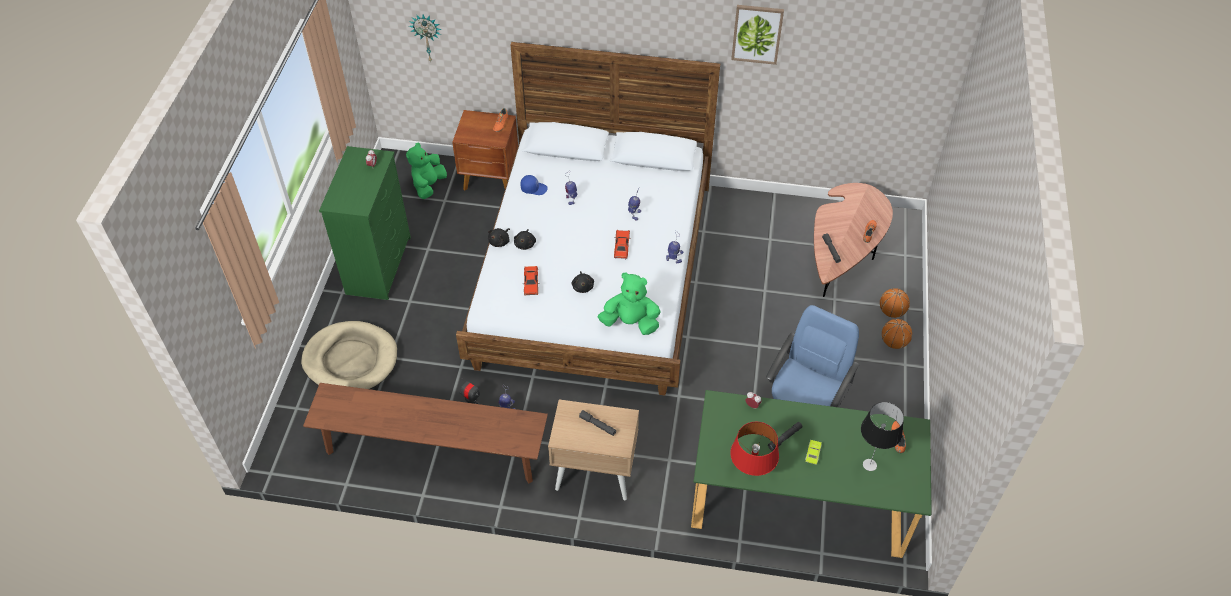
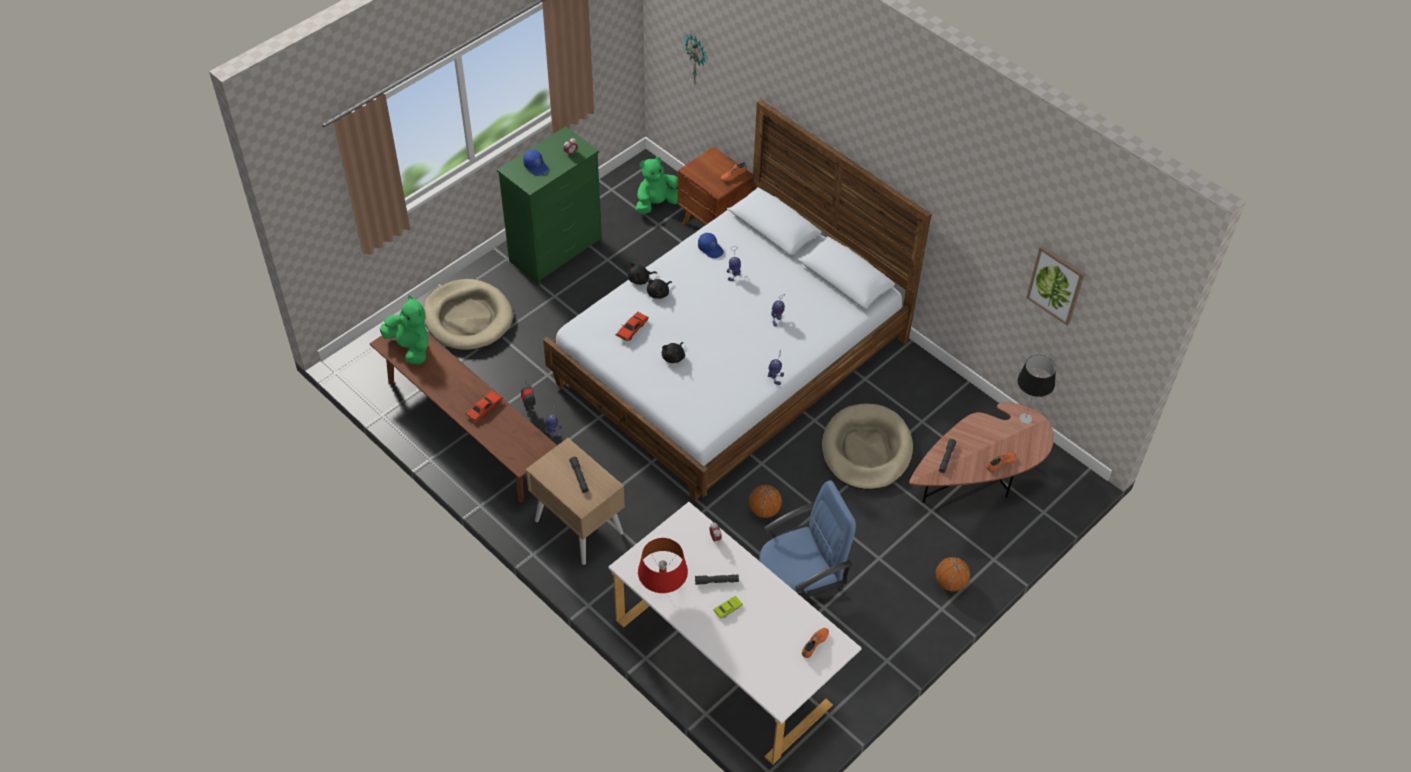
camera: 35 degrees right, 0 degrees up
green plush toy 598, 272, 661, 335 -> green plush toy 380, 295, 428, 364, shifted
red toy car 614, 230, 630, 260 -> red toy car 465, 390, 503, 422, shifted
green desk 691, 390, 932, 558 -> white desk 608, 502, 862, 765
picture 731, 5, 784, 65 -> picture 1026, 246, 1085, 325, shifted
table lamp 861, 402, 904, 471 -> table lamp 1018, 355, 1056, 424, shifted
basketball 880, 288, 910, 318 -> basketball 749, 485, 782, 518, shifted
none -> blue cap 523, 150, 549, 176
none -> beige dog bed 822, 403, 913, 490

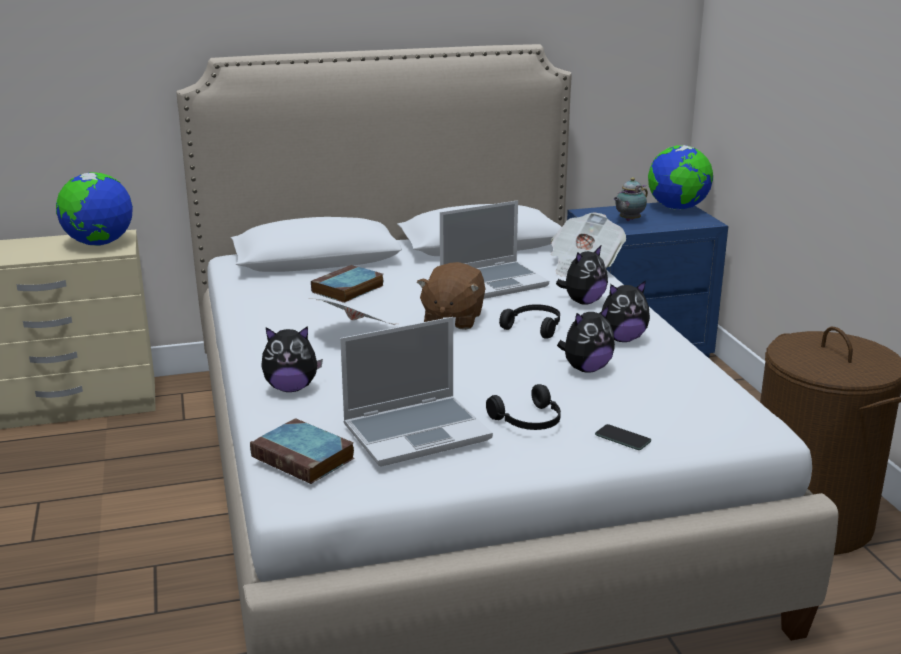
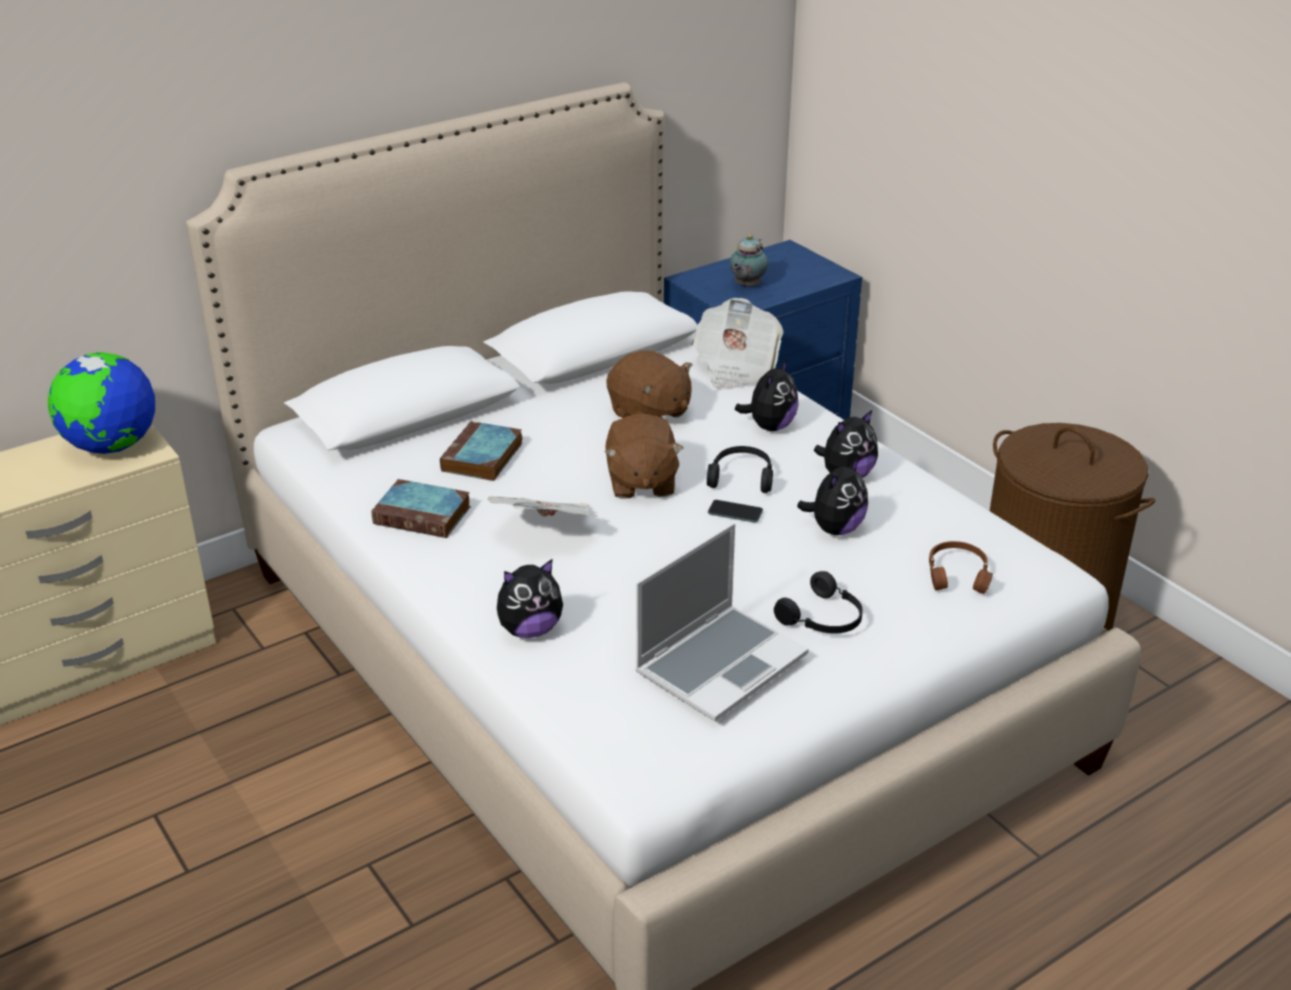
camera: 20 degrees left, 10 degrees up
book 250, 418, 355, 484 -> book 371, 479, 471, 538, shifted
laptop 440, 200, 549, 299 -> brown plush toy 606, 351, 692, 418
phone 595, 424, 651, 450 -> phone 708, 500, 763, 523, shifted
globe 648, 145, 713, 210 -> none
none -> brown headphones 929, 541, 993, 594

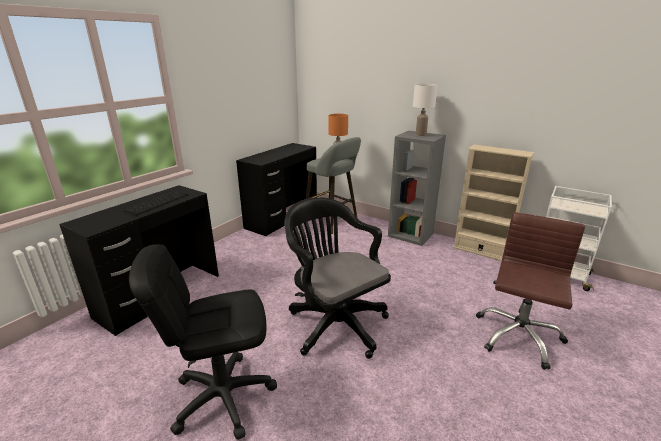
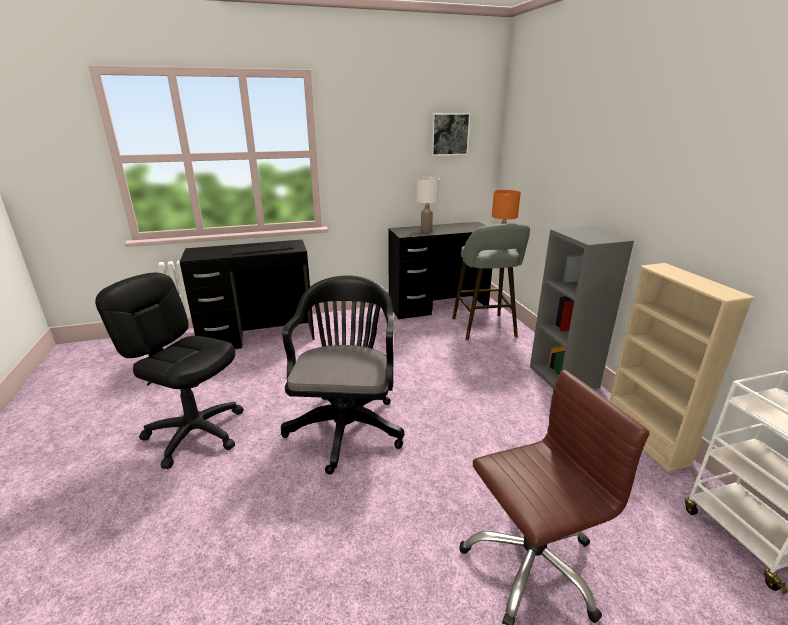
camera: 40 degrees right, 0 degrees up
white table lamp 413, 84, 438, 136 -> white table lamp 416, 177, 440, 232, shifted
none -> picture 430, 113, 471, 156

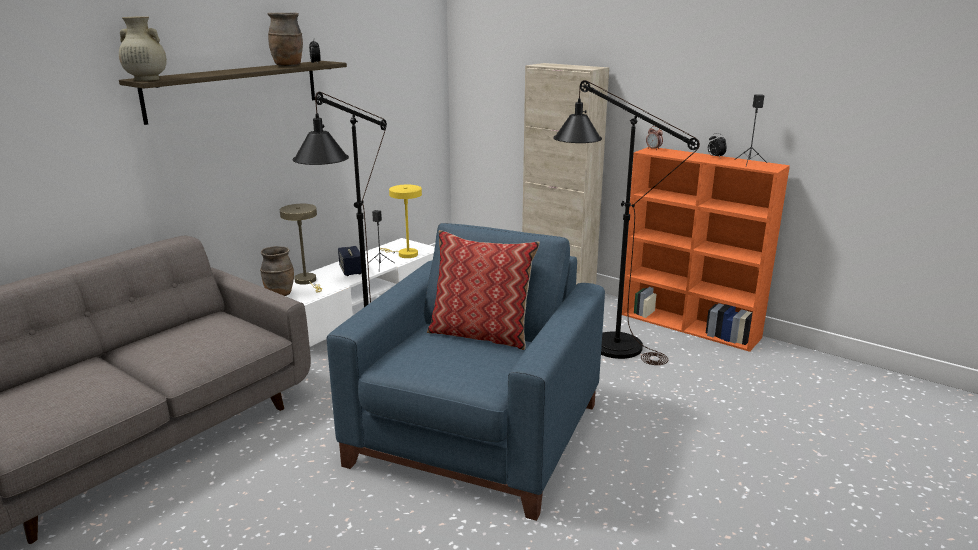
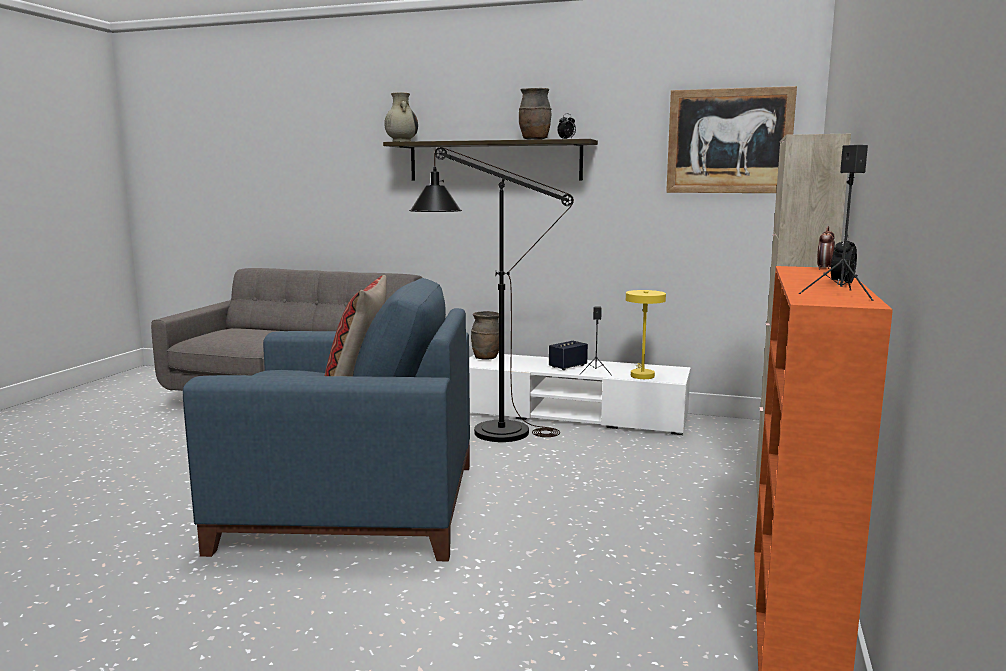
camera: 70 degrees right, 10 degrees down
beige table lamp 280, 204, 322, 292 -> none
black floor lamp 553, 80, 700, 365 -> none
none -> picture 666, 86, 797, 193

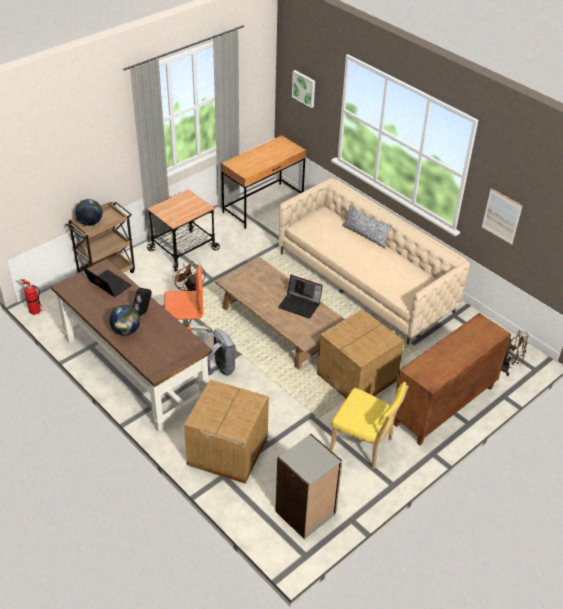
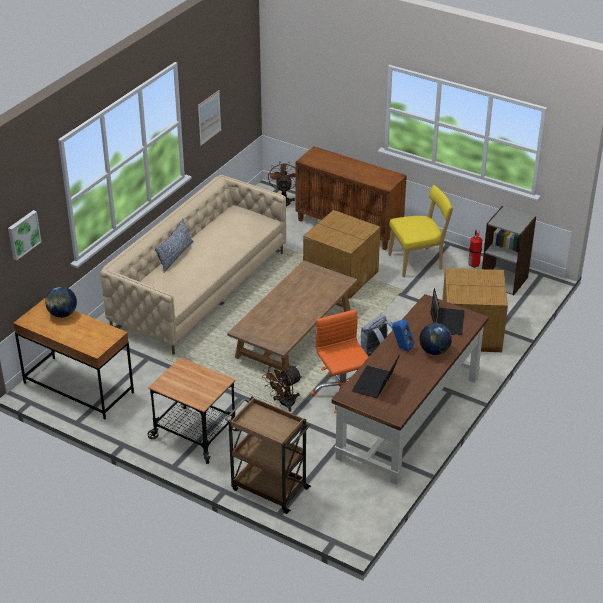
camera: 105 degrees left, 5 degrees down
fire extinguisher 20, 279, 45, 315 -> fire extinguisher 468, 230, 482, 268, shifted
globe 75, 199, 103, 226 -> globe 45, 287, 77, 318, shifted
black speaker 133, 288, 152, 316 -> blue speaker 392, 320, 414, 351
laptop 278, 275, 323, 319 -> laptop 431, 288, 464, 335, shifted
yellow chair 330, 382, 408, 469 -> yellow chair 388, 185, 453, 277, 60 degrees clockwise

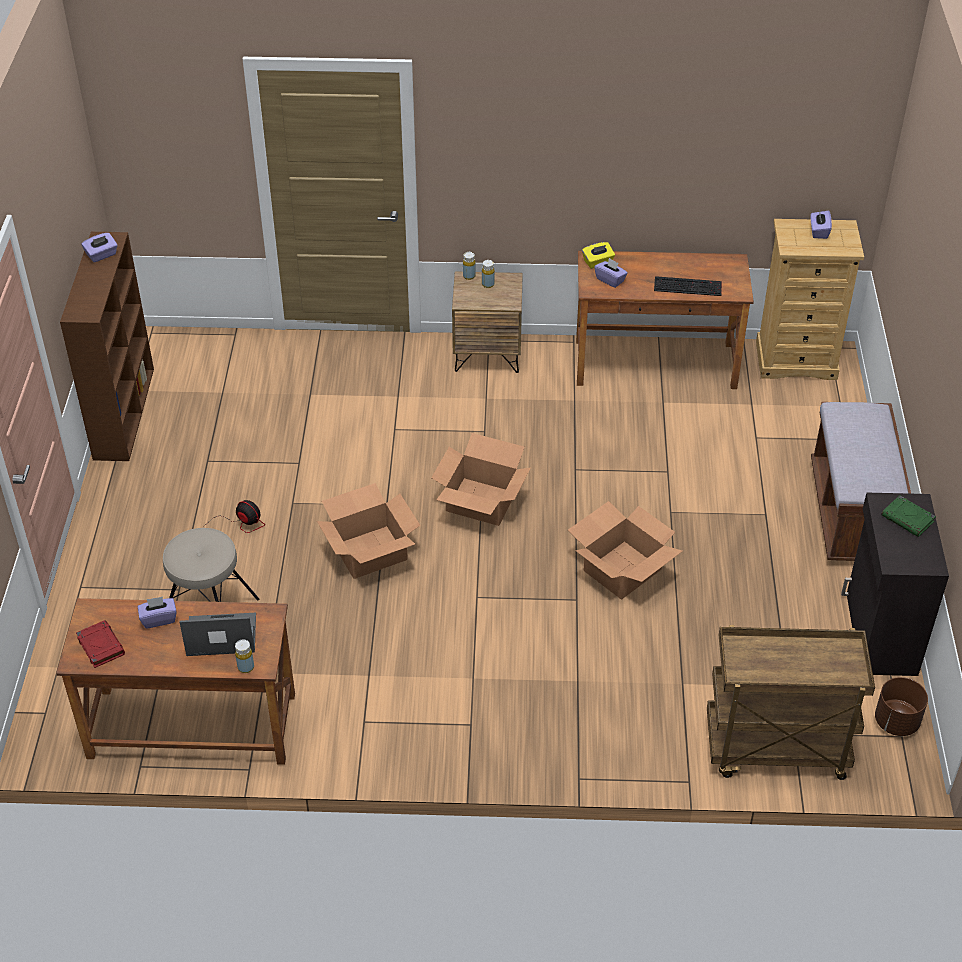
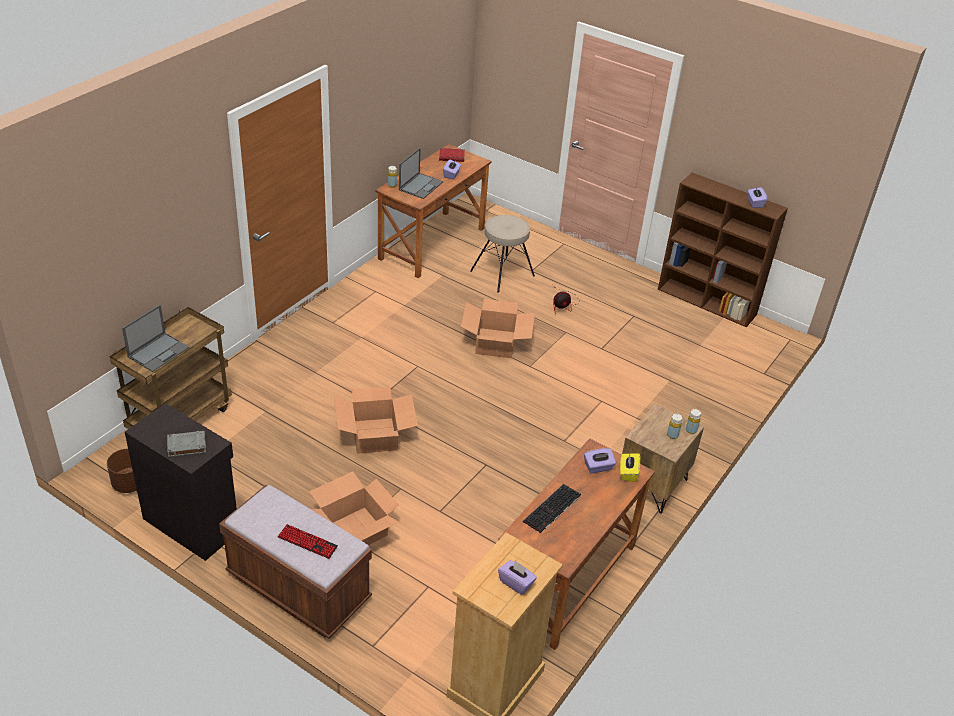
camera: 120 degrees right, 5 degrees down
cardboard box 431, 433, 531, 526 -> cardboard box 310, 472, 399, 545, shifted
green book 882, 495, 936, 537 -> grey book 167, 431, 206, 457
none -> laptop 122, 305, 189, 372
none -> keyboard 278, 524, 338, 559

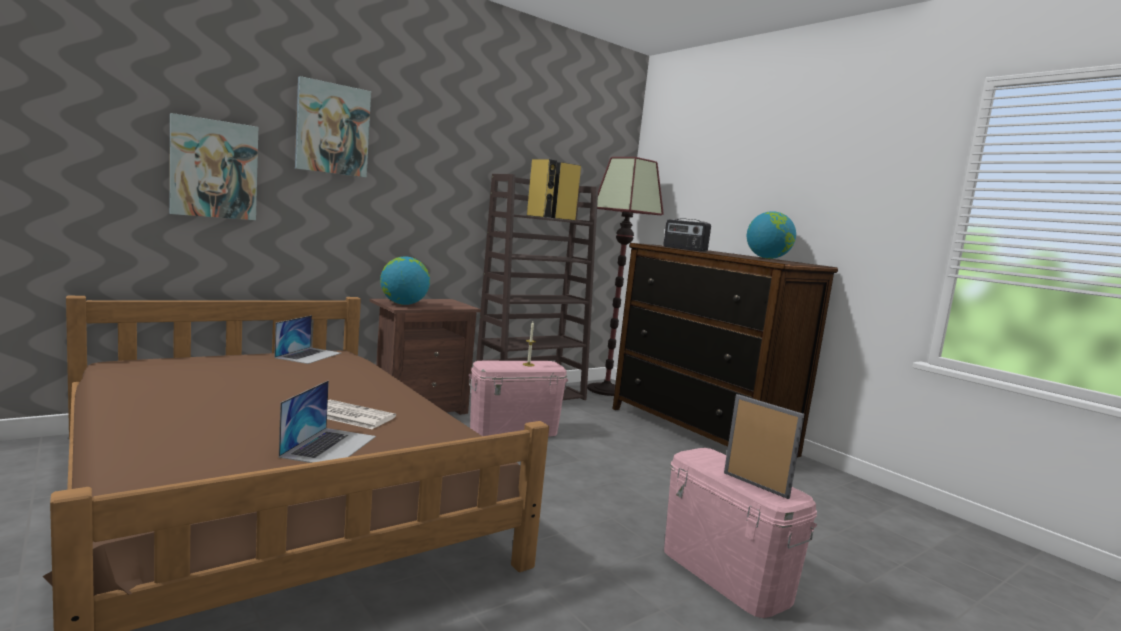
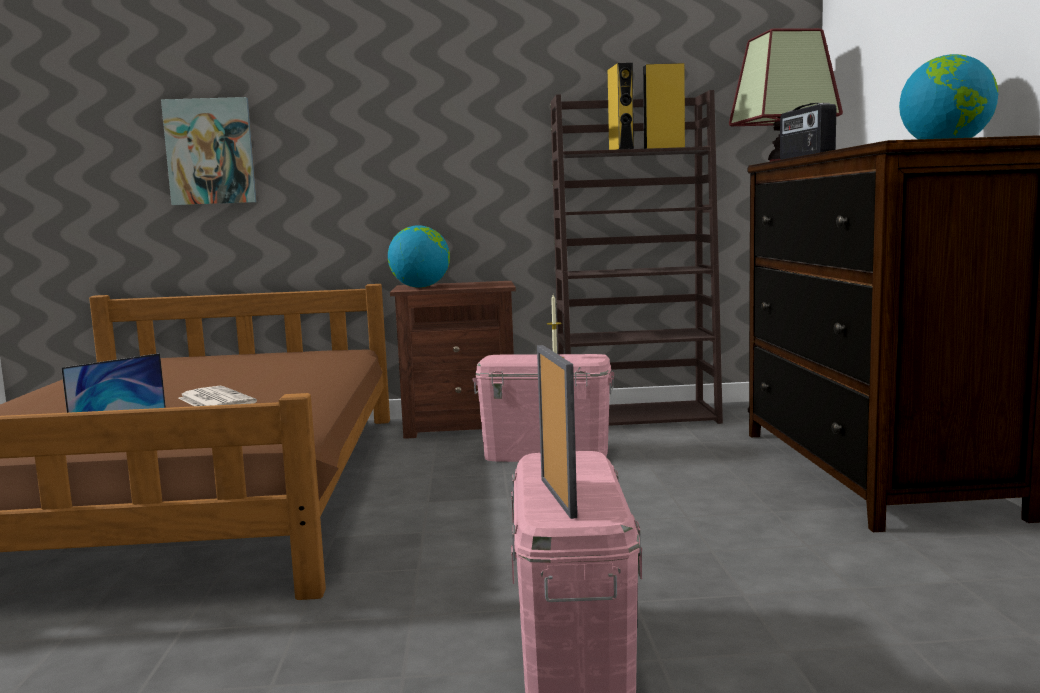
camera: 35 degrees right, 0 degrees up
laptop 274, 315, 341, 364 -> none
picture 295, 76, 371, 177 -> none

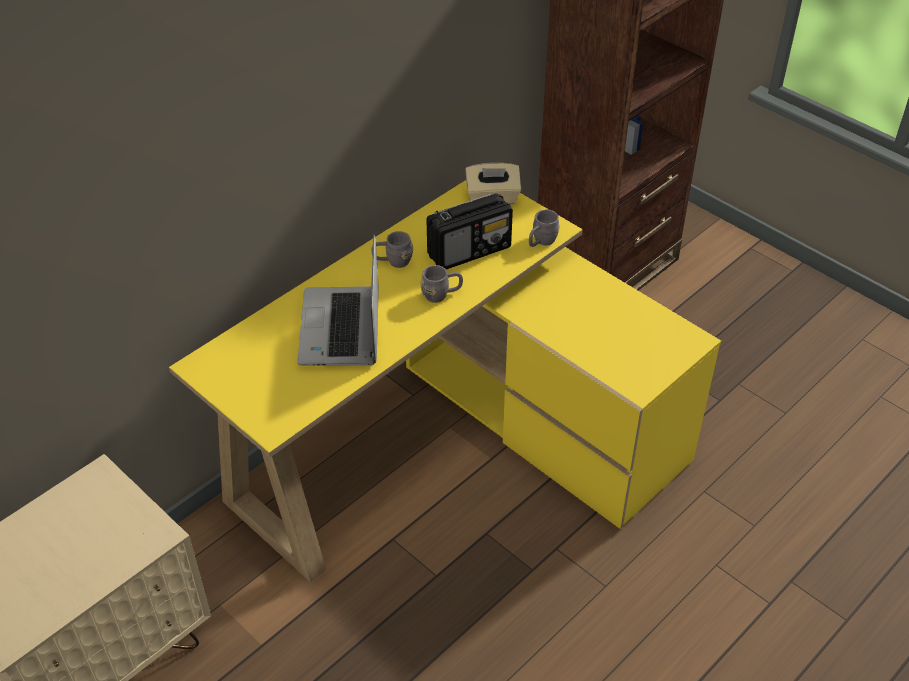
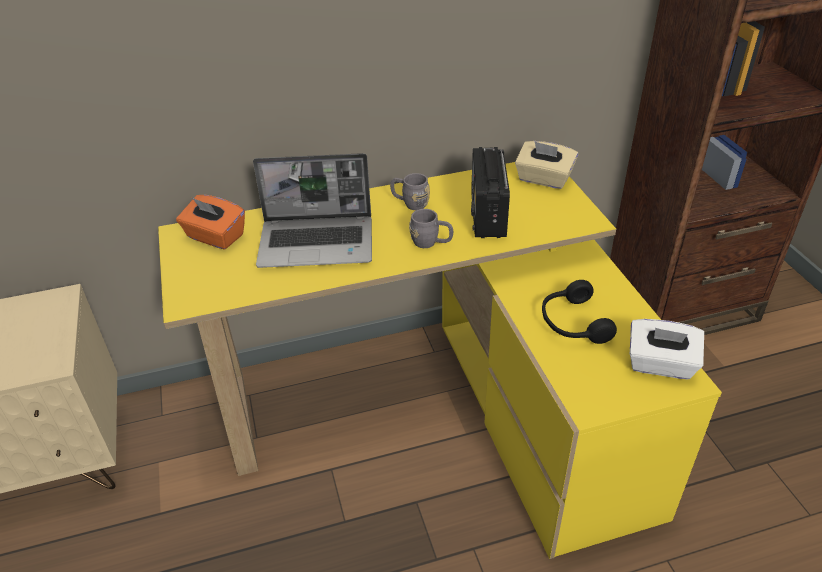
camera: 30 degrees right, 5 degrees down
laptop 297, 234, 379, 366 -> laptop 253, 153, 372, 268, 120 degrees counterclockwise
radio 426, 193, 513, 269 -> radio 471, 147, 510, 238, 90 degrees clockwise
grey mug 529, 210, 560, 247 -> none
none -> orange tissue box 176, 195, 245, 249
none -> black headphones 542, 280, 617, 344
none -> white tissue box 630, 319, 704, 380

